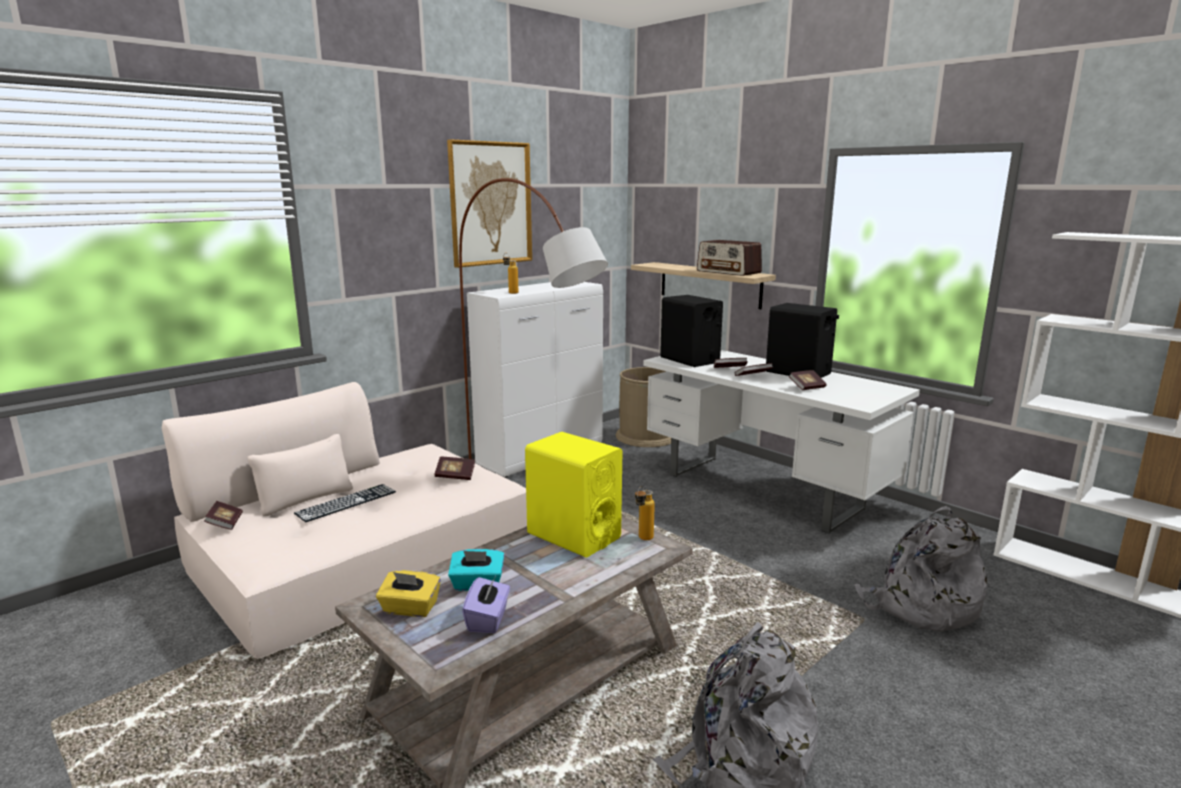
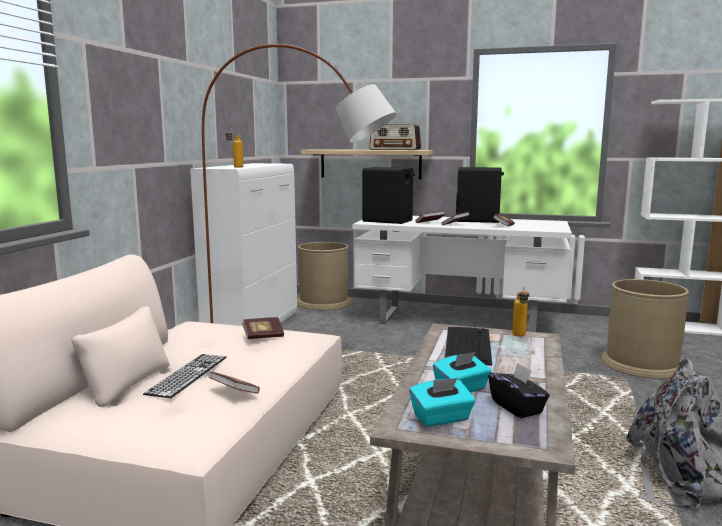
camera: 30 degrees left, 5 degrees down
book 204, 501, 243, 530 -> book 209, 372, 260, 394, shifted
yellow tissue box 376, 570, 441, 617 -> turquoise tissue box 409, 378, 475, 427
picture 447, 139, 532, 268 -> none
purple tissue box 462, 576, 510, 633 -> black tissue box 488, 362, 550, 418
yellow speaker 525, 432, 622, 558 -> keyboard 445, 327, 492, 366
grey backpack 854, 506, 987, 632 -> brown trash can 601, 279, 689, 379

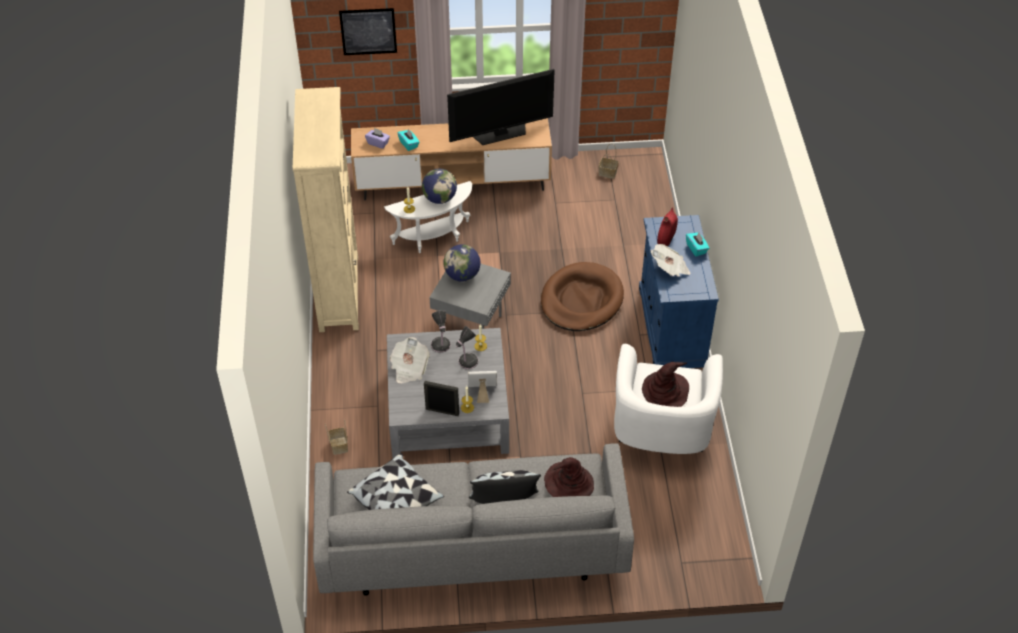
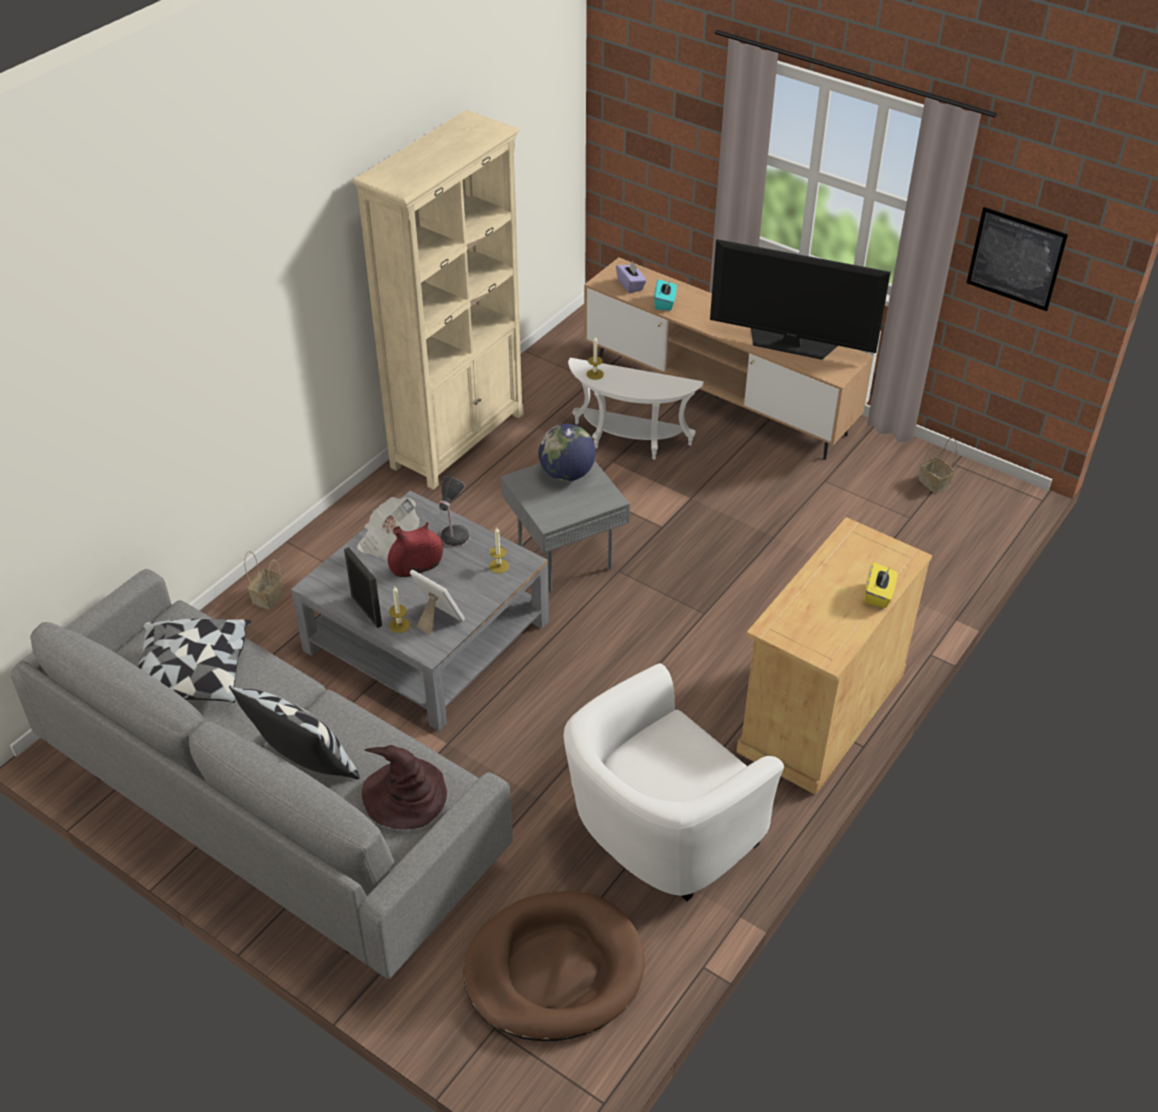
camera: 40 degrees right, 5 degrees down
picture 339, 8, 397, 55 -> picture 967, 207, 1068, 311, shifted
globe 422, 169, 457, 204 -> none
table lamp 456, 326, 478, 369 -> none
brown dog bed 541, 262, 624, 331 -> brown dog bed 463, 891, 645, 1042, shifted
blue cabinet 639, 215, 719, 368 -> beige cabinet 736, 517, 932, 795
brown hat 642, 362, 689, 407 -> none
newspaper 651, 244, 691, 276 -> none
red vase 657, 207, 678, 246 -> red vase 388, 522, 443, 577, shifted
turquoise tissue box 686, 232, 709, 256 -> yellow tissue box 865, 563, 897, 608

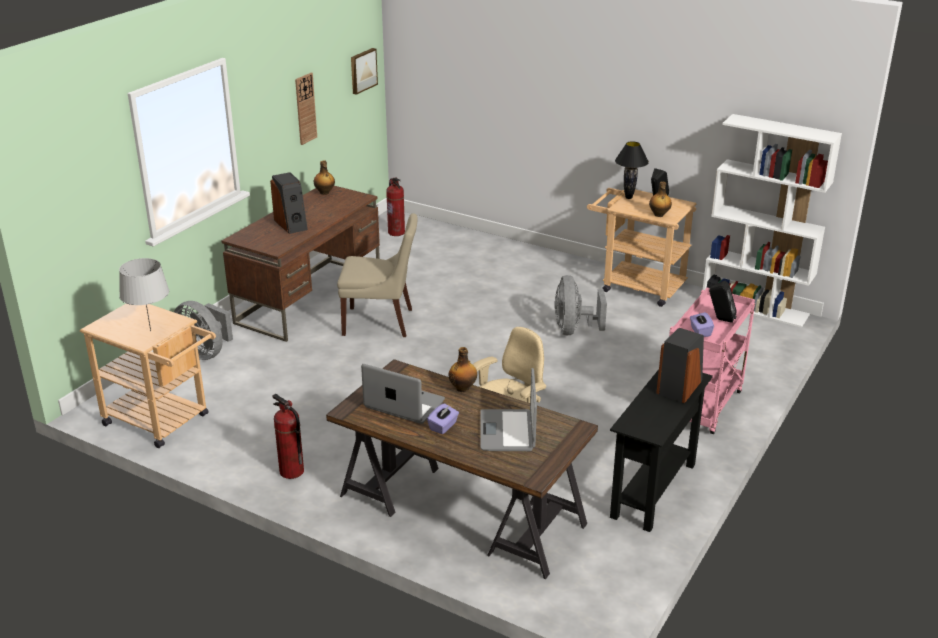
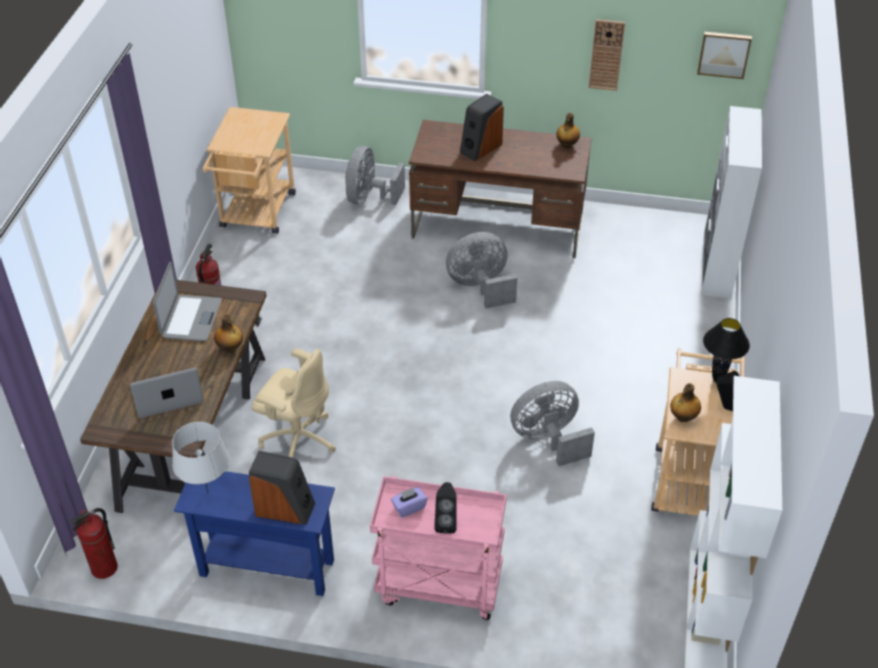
camera: 70 degrees right, 15 degrees up
grey table lamp 119, 258, 169, 331 -> grey table lamp 172, 422, 229, 493, shifted
beige chair 337, 213, 418, 337 -> grey fan 446, 232, 517, 309
fire extinguisher 386, 178, 405, 236 -> fire extinguisher 70, 508, 118, 579, shifted
purple tissue box 427, 403, 459, 434 -> none
black console table 610, 369, 713, 532 -> blue console table 174, 471, 335, 596
none -> white cabinet 701, 106, 762, 299

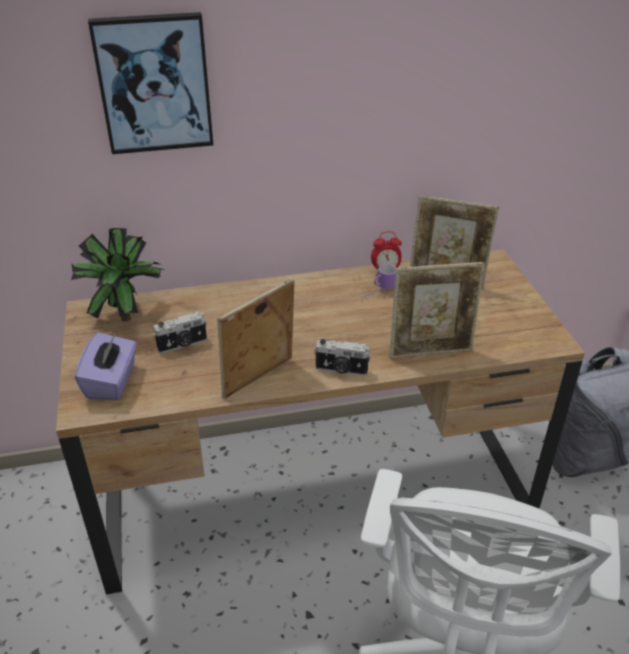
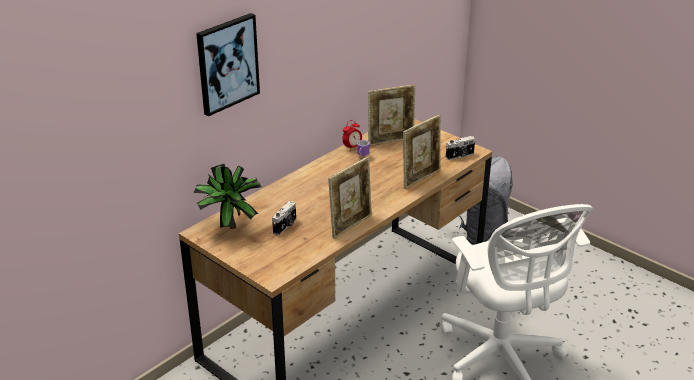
camera: 35 degrees left, 5 degrees down
purple tissue box 75, 333, 137, 400 -> none
picture frame 217, 278, 295, 399 -> picture frame 328, 156, 372, 239, 150 degrees counterclockwise
photo camera 314, 339, 371, 376 -> photo camera 446, 136, 475, 160, shifted

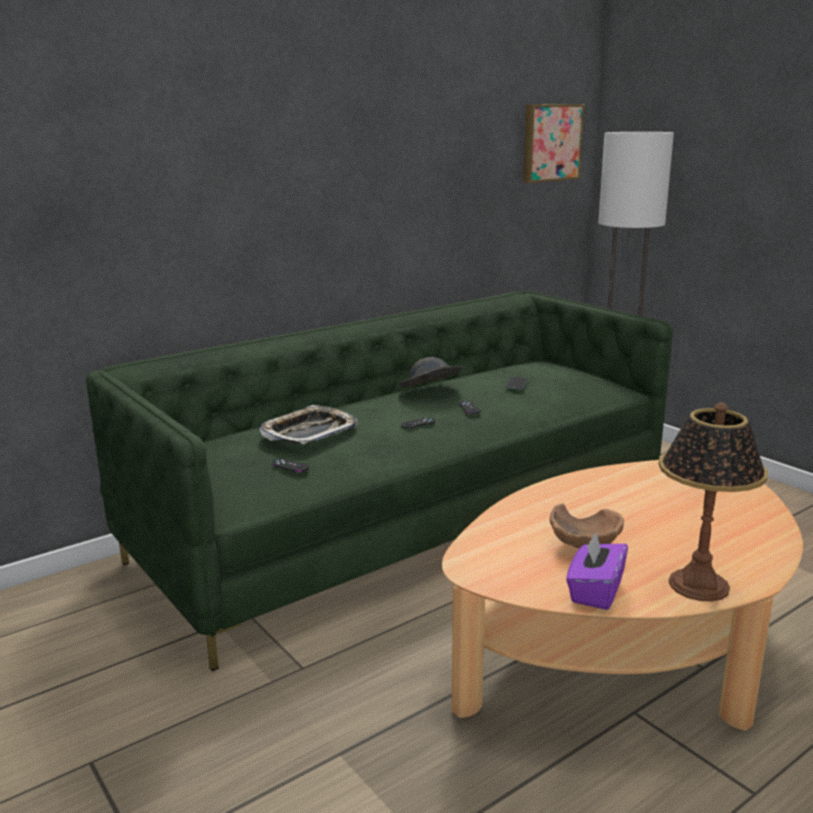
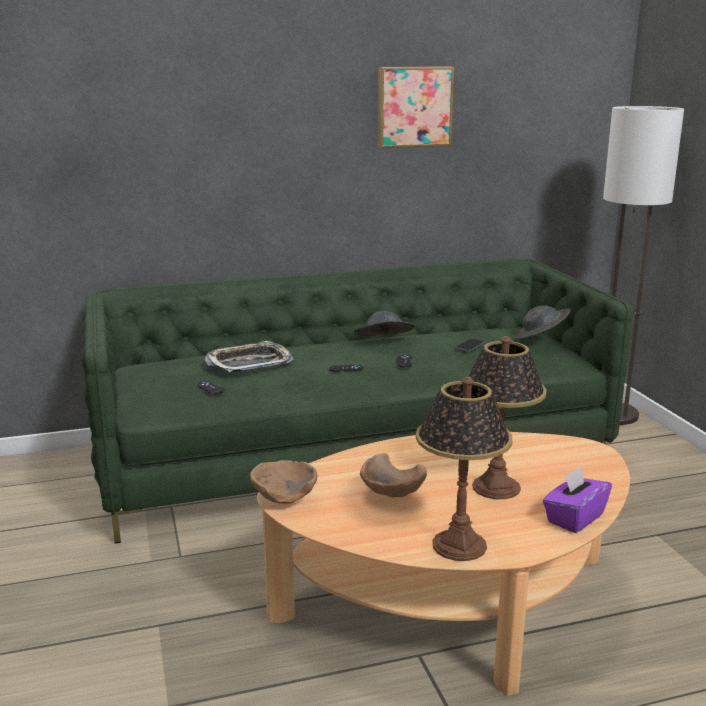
camera: 20 degrees right, 0 degrees up
picture 523, 104, 584, 183 -> picture 377, 66, 454, 148, shifted
purple tissue box 566, 532, 628, 610 -> purple tissue box 543, 466, 612, 533, shifted
none -> brown bowl 250, 460, 318, 504
none -> table lamp 468, 336, 547, 499
none -> grey hat 515, 306, 571, 339

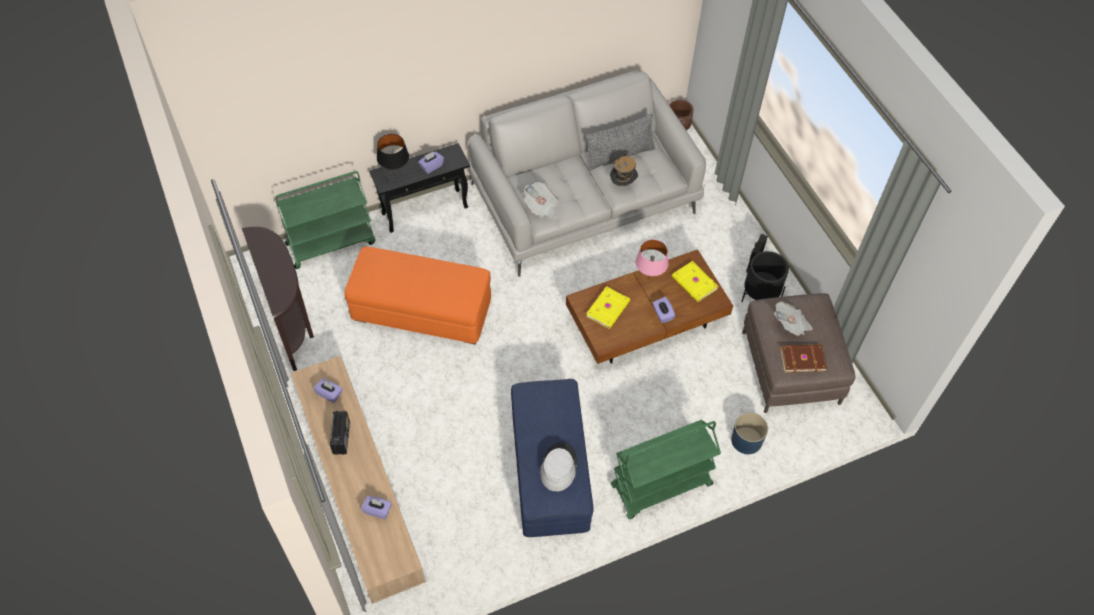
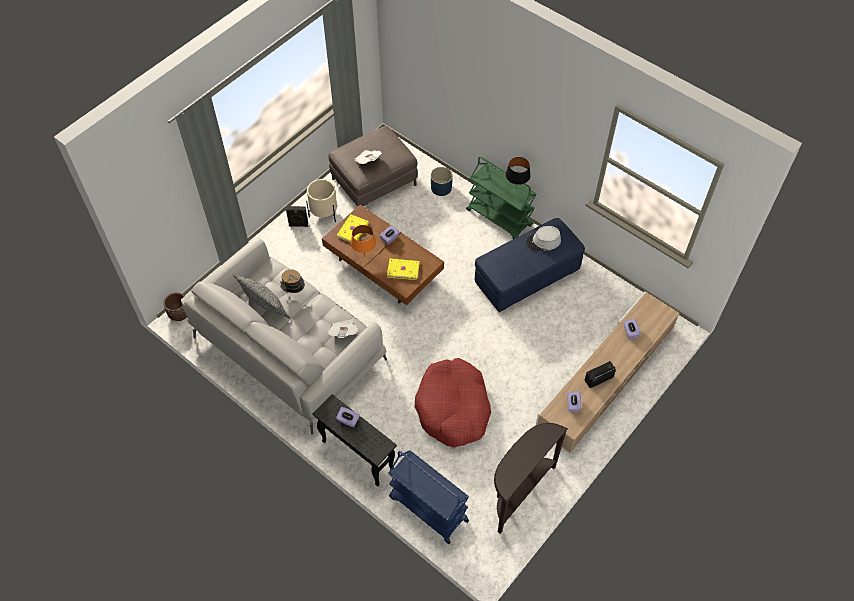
camera: 115 degrees left, 0 degrees up
green cart 276, 171, 376, 269 -> blue cart 389, 450, 469, 544
orange ottoman 344, 247, 491, 345 -> red dog bed 415, 358, 491, 448
black table lamp 377, 134, 409, 175 -> black table lamp 506, 157, 531, 190, shifted
pink table lamp 635, 239, 669, 279 -> orange table lamp 351, 225, 376, 256
black planter 741, 251, 789, 302 -> beige planter 306, 179, 337, 222
brown book 780, 344, 827, 373 -> none

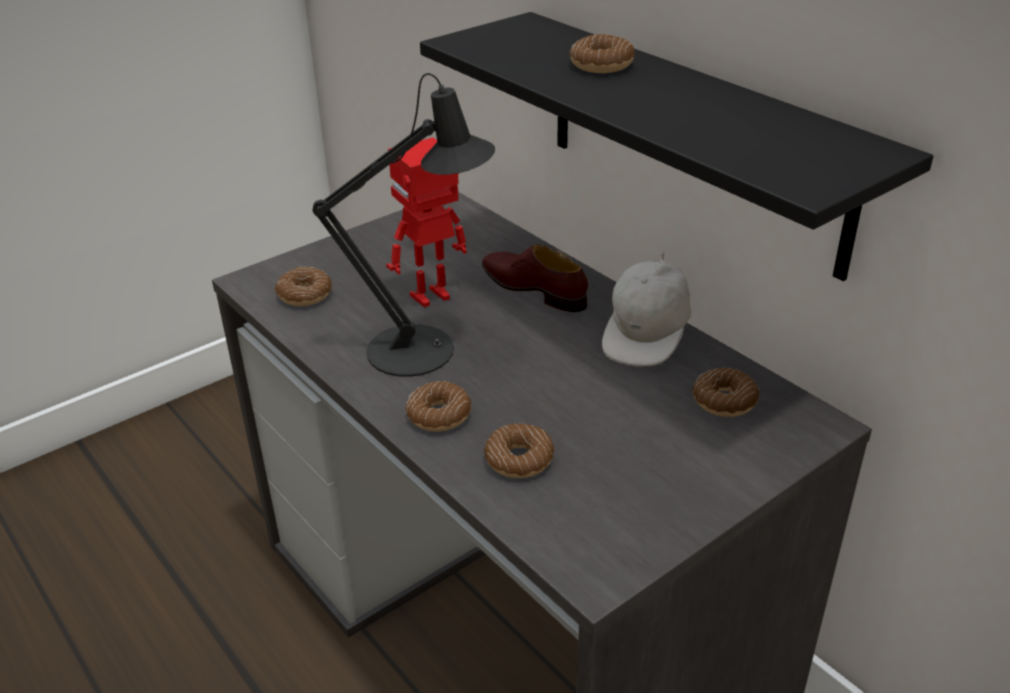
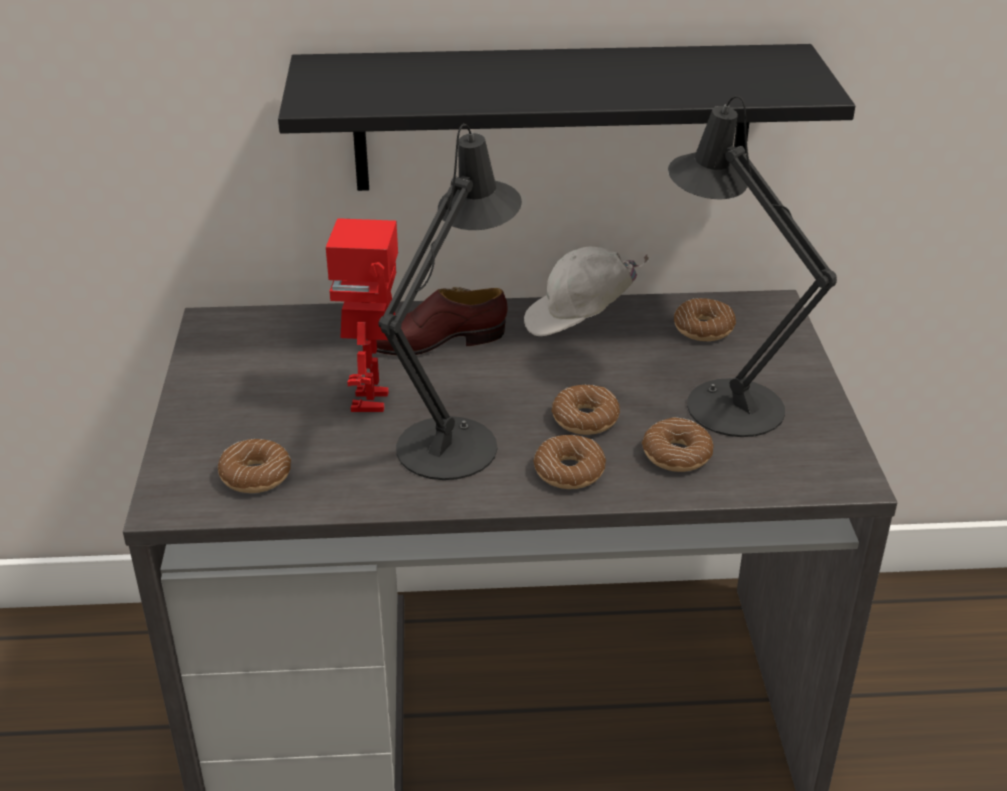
camera: 55 degrees left, 0 degrees up
donut 569, 34, 635, 73 -> donut 552, 385, 620, 435, shifted
white cap 602, 251, 691, 367 -> white cap 524, 247, 649, 336, 105 degrees clockwise
none -> black table lamp 668, 96, 837, 437

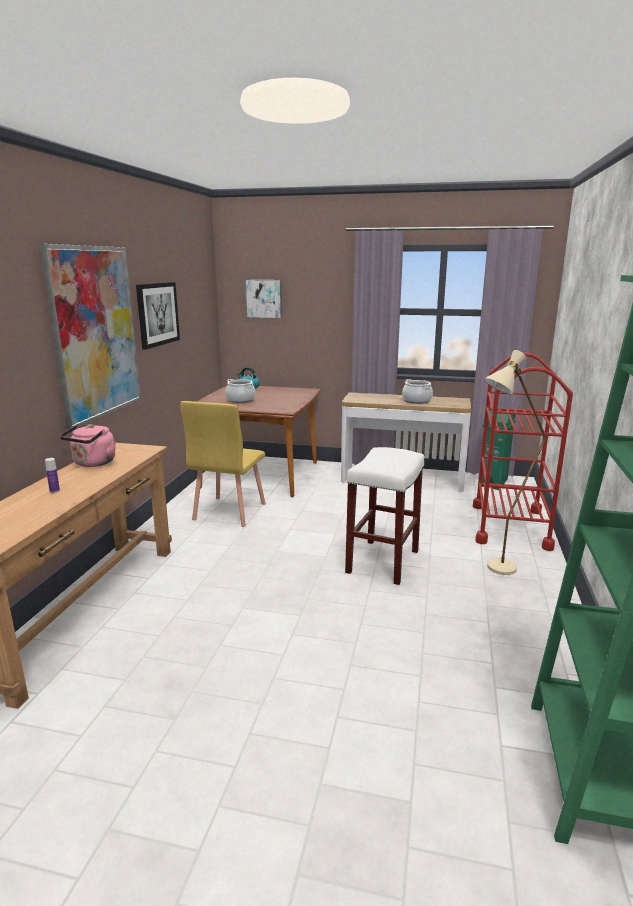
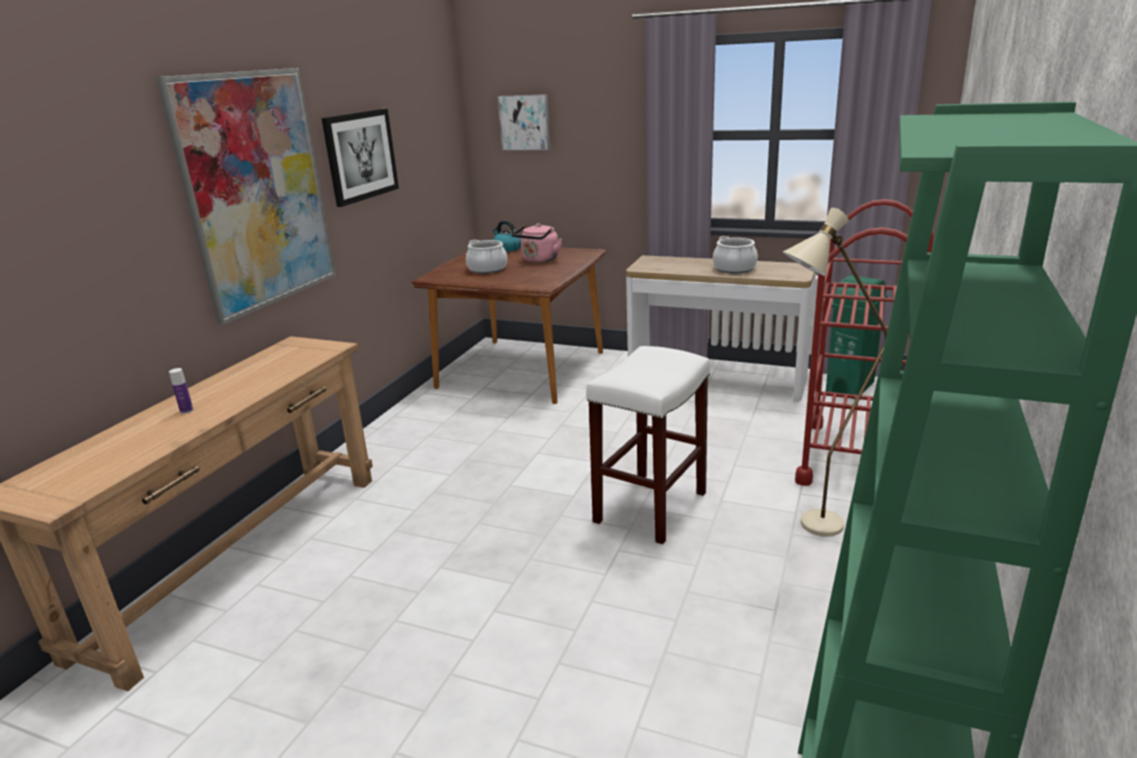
camera: 10 degrees right, 5 degrees up
pink kettle 60, 424, 116, 467 -> pink kettle 513, 224, 562, 263, shifted
yellow chair 180, 401, 266, 527 -> none

